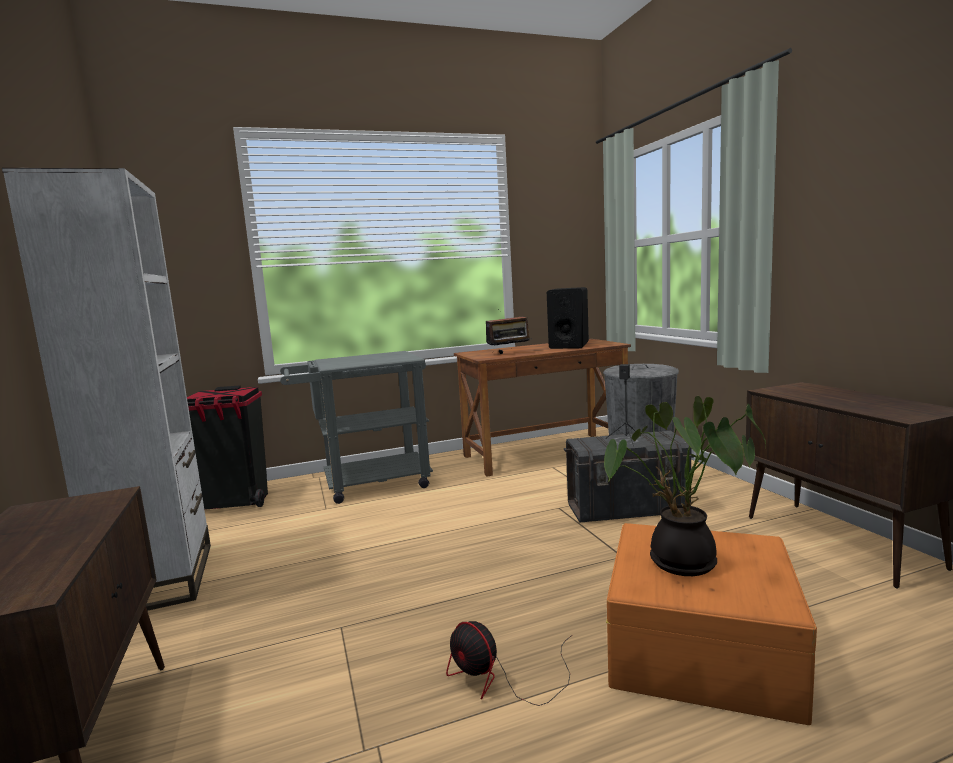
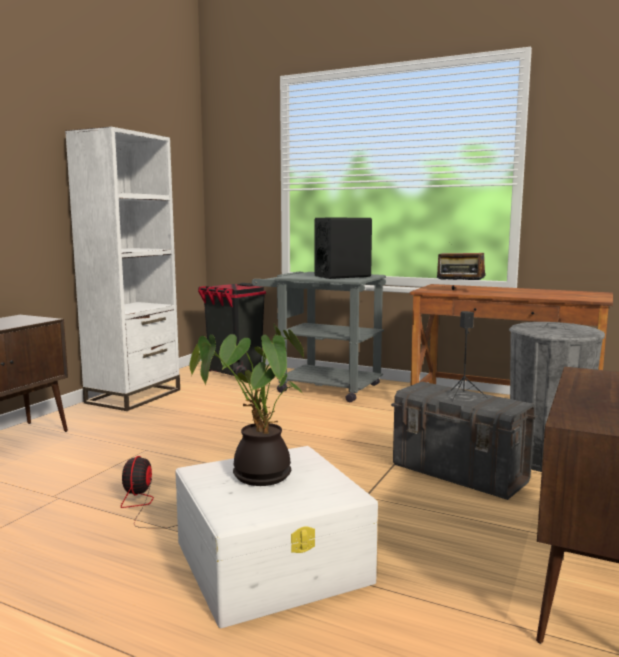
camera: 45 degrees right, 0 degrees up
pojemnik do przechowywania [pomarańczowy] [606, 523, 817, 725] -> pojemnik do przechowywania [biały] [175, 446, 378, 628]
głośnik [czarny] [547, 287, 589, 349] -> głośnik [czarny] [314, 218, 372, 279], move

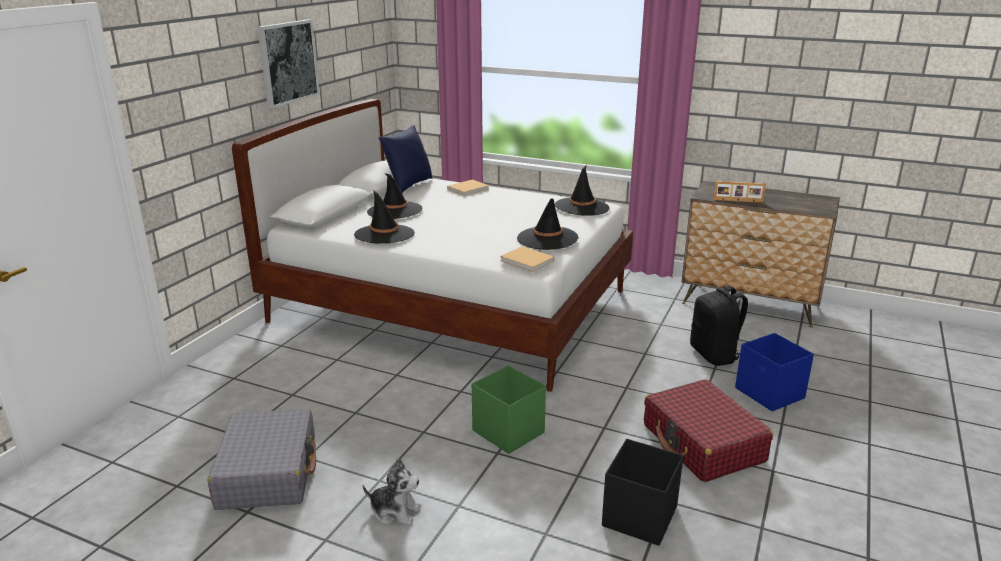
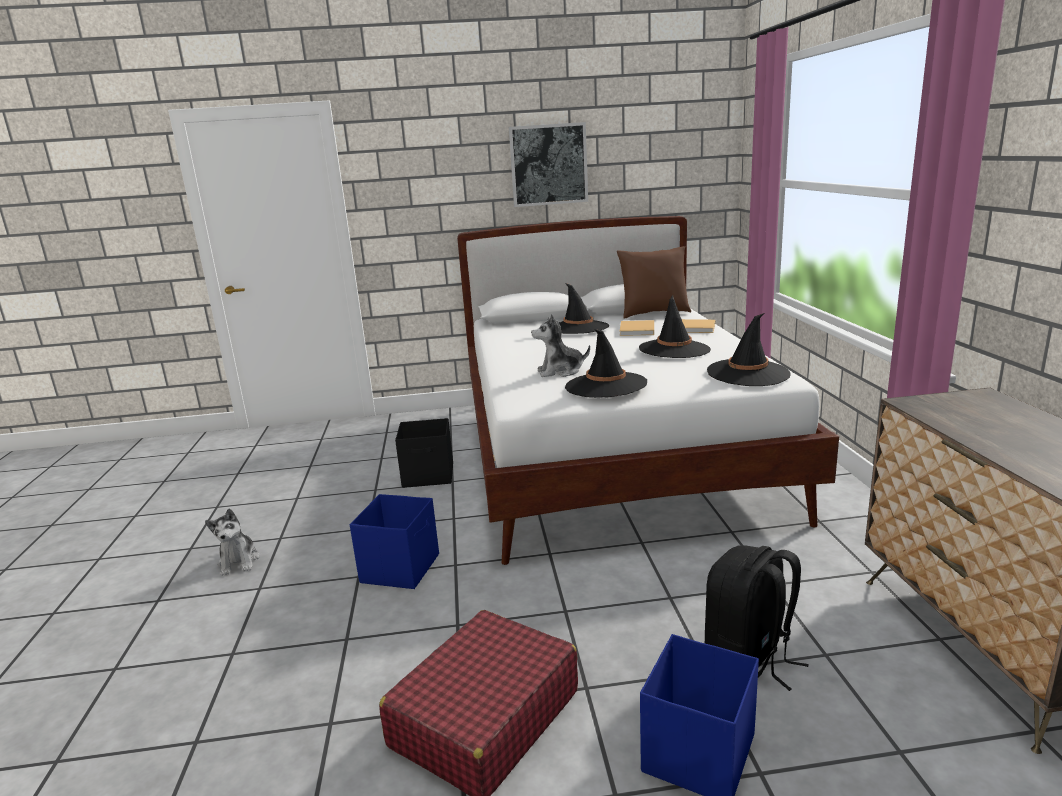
camera: 60 degrees right, 5 degrees down
pojemnik do przechowywania [zielony] [472, 366, 546, 454] -> pojemnik do przechowywania [niebieski] [350, 494, 439, 589]
pojemnik do przechowywania [czarny] [602, 439, 683, 546] -> pojemnik do przechowywania [czarny] [395, 418, 453, 488], move
none -> pluszak [531, 314, 590, 377]
poduszka [niebieski] [379, 125, 433, 193] -> poduszka [brązowy] [617, 246, 691, 319]
książka [beżowy] [500, 246, 555, 272] -> książka [beżowy] [620, 320, 654, 336], move
kapelusz [czarny] [354, 190, 415, 243] -> kapelusz [czarny] [639, 295, 711, 358], move
walizka [szary] [208, 408, 316, 510] -> none
ramka na zdjęcie [714, 181, 766, 203] -> none

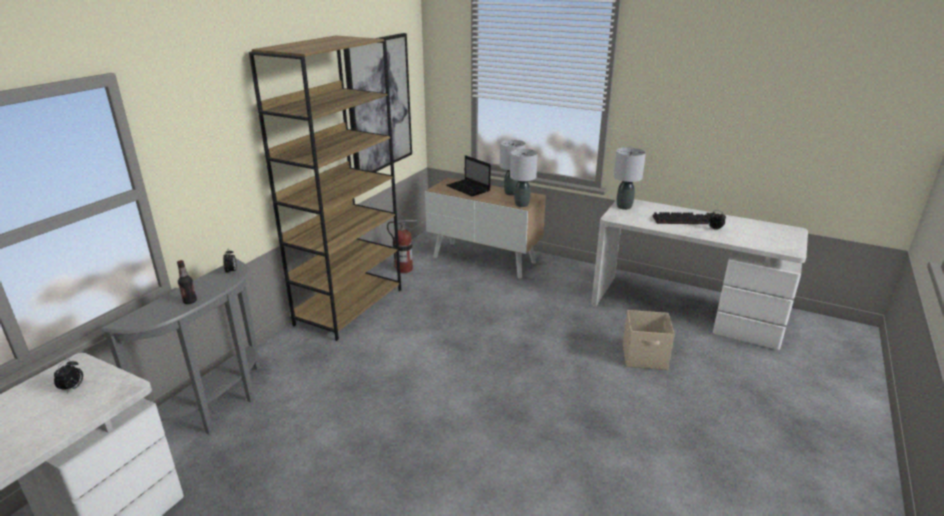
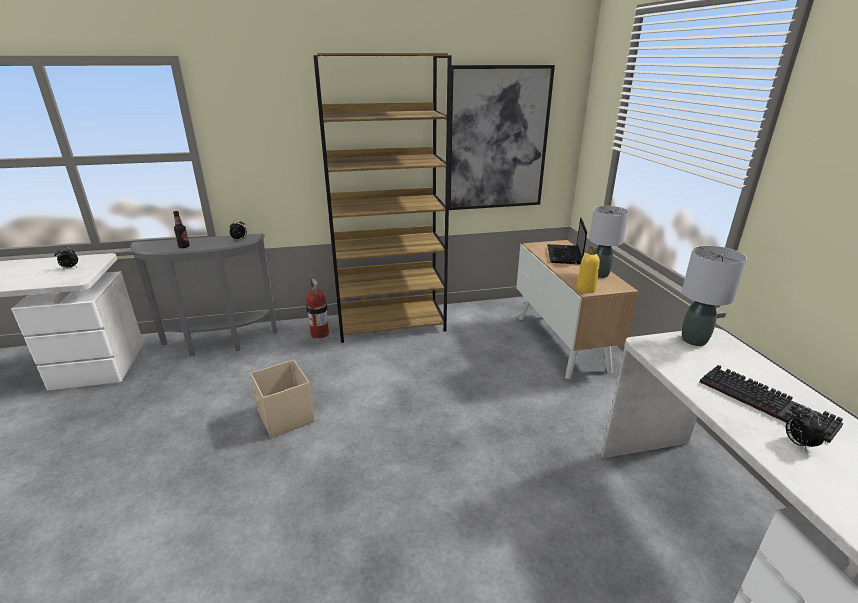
camera: 50 degrees right, 0 degrees up
pojemnik do przechowywania [beżowy] [623, 310, 675, 370] -> pojemnik do przechowywania [beżowy] [250, 360, 315, 438], move
gaśnica [387, 220, 417, 273] -> gaśnica [306, 277, 329, 339], move
lampa stołowa [szary] [510, 149, 538, 207] -> butelka [żółty] [576, 246, 600, 293]

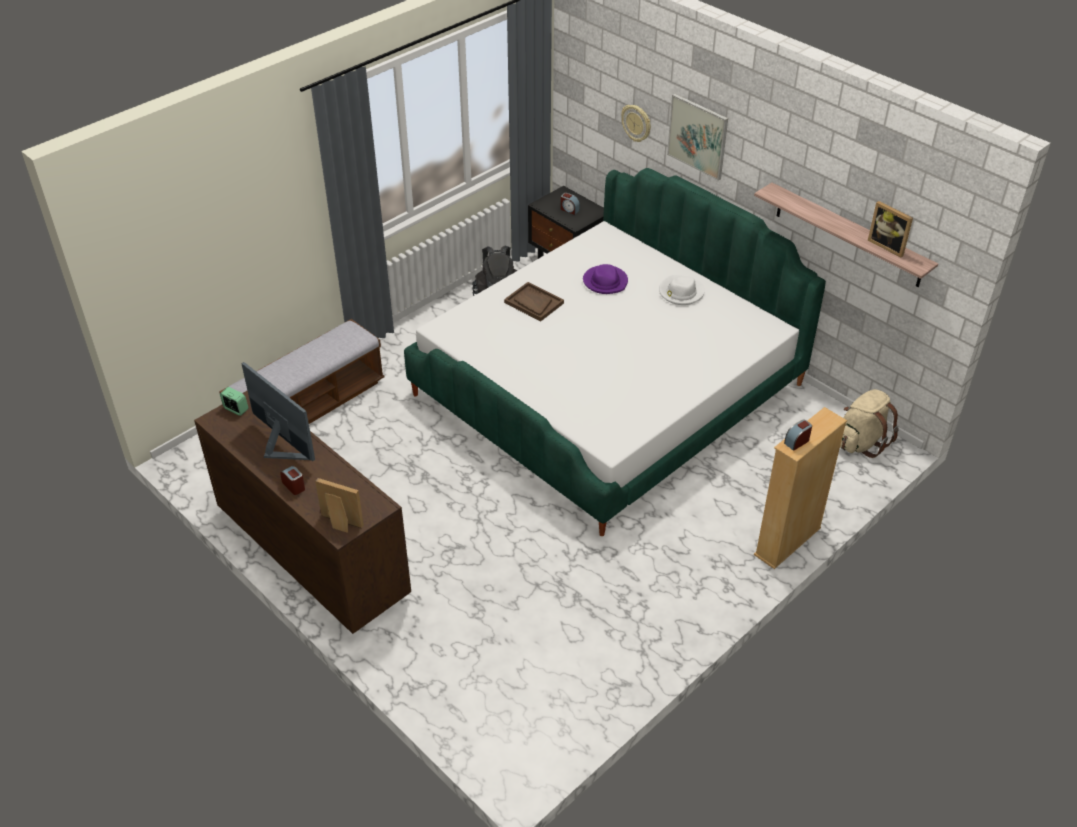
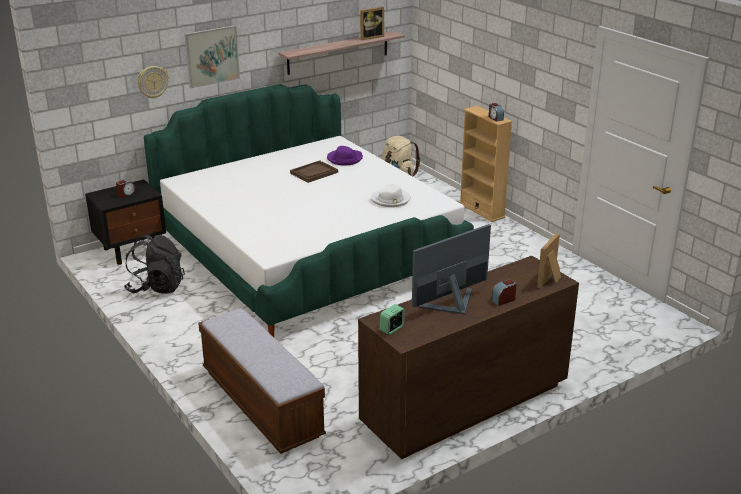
camera: 80 degrees left, 15 degrees down
taca [brązowy] [504, 282, 564, 321] -> taca [brązowy] [290, 160, 338, 183], move
kapelusz [fioletowy] [583, 264, 628, 294] -> kapelusz [fioletowy] [327, 146, 363, 165], move
kapelusz [biały] [659, 275, 705, 305] -> kapelusz [biały] [370, 184, 411, 207], move

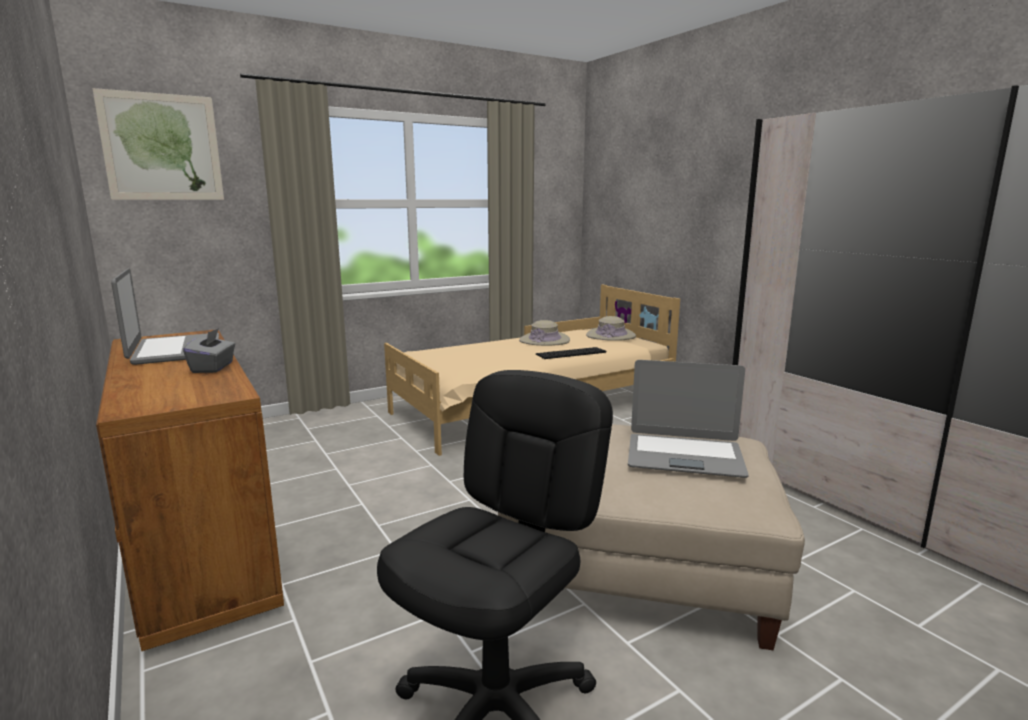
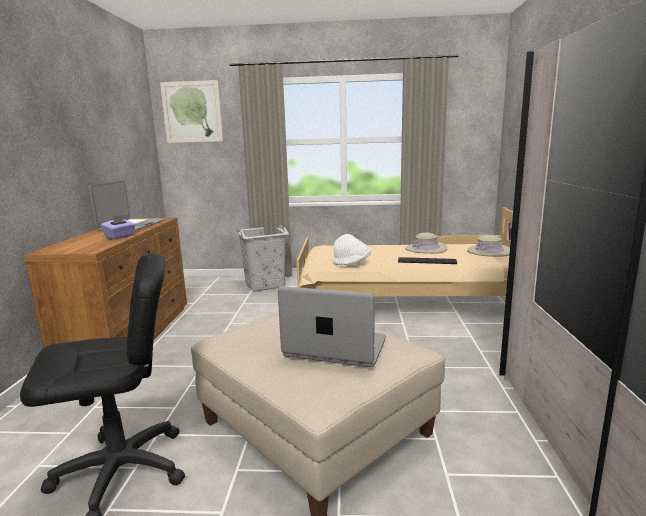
camera: 35 degrees right, 0 degrees up
pudełko chusteczek [szary] [183, 328, 235, 373] -> pudełko chusteczek [fioletowy] [101, 215, 136, 239]
none -> kosz na pranie [szary] [235, 225, 289, 291]
laptop [628, 360, 749, 478] -> laptop [278, 286, 386, 367], 150 degrees clockwise
none -> kapelusz [biały] [332, 234, 371, 265]

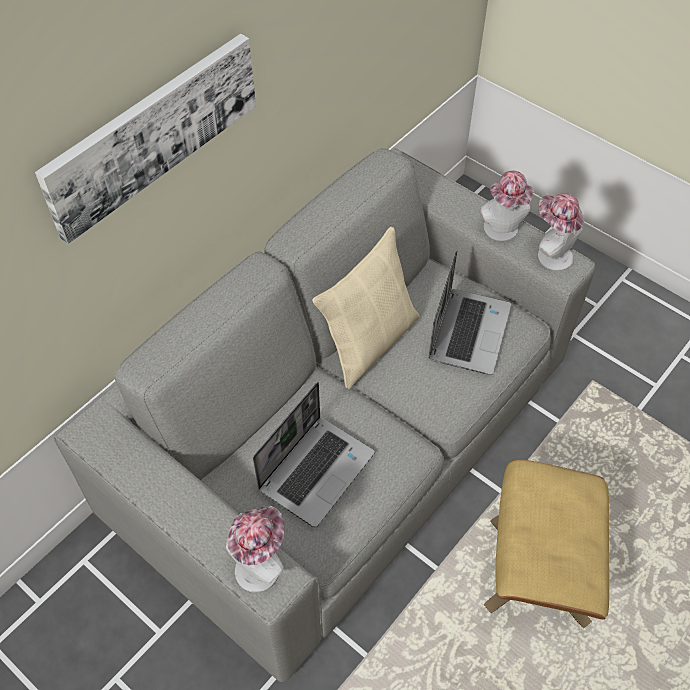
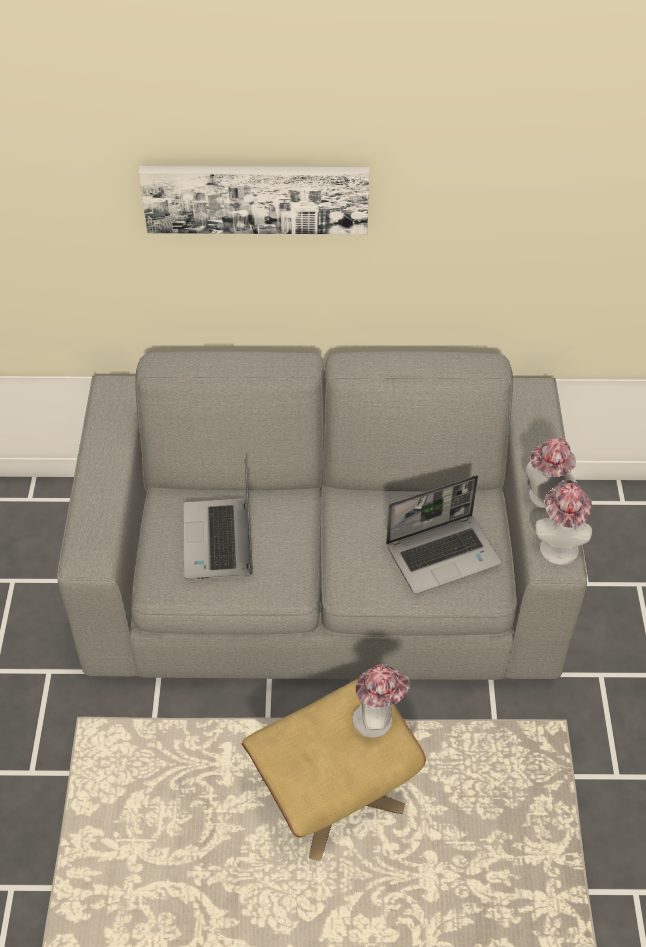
camera: 50 degrees right, 5 degrees down
laptop [253, 382, 375, 527] -> laptop [183, 459, 253, 579], 90 degrees clockwise
kapelusz [226, 506, 284, 592] -> kapelusz [353, 664, 410, 738], move
poduszka [beżowy] [312, 227, 420, 389] -> none

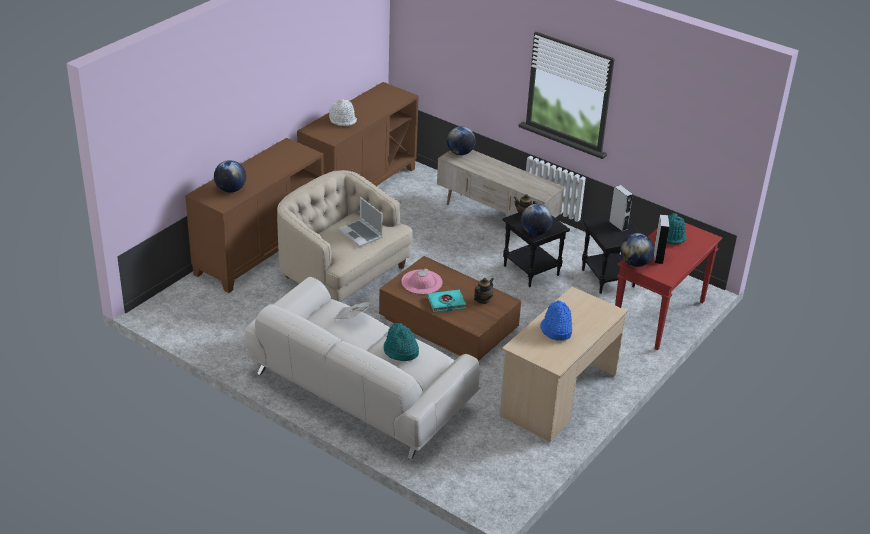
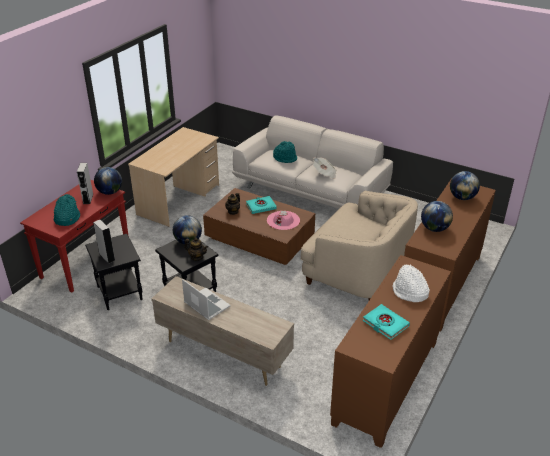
camera: 175 degrees right, 0 degrees up
laptop [338, 197, 383, 247] -> laptop [182, 279, 230, 320], move
none -> książka [turkusowy] [363, 304, 410, 340]
globus [447, 126, 475, 155] -> globus [421, 201, 453, 232], move
kapelusz [niebieski] [540, 300, 572, 341] -> none

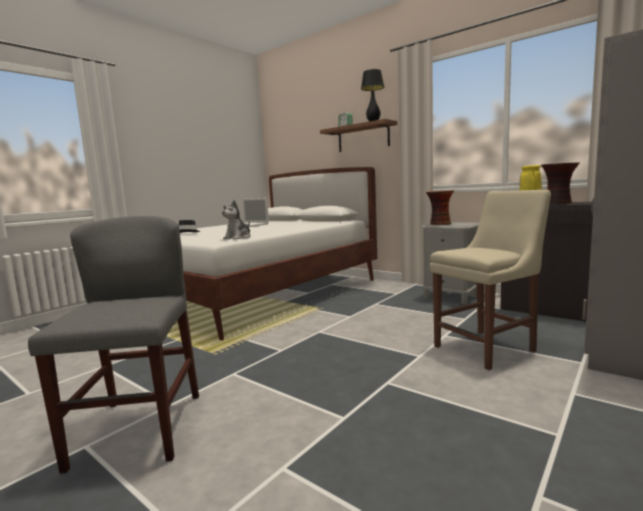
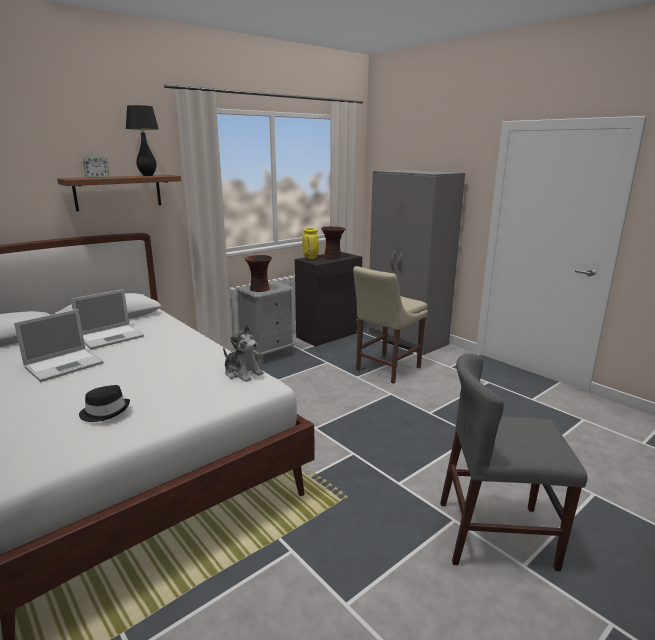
camera: 80 degrees left, 10 degrees up
none -> laptop [71, 289, 144, 350]
krzesło [beżowy] [430, 190, 551, 370] -> krzesło [beżowy] [353, 266, 428, 384], 120 degrees counterclockwise

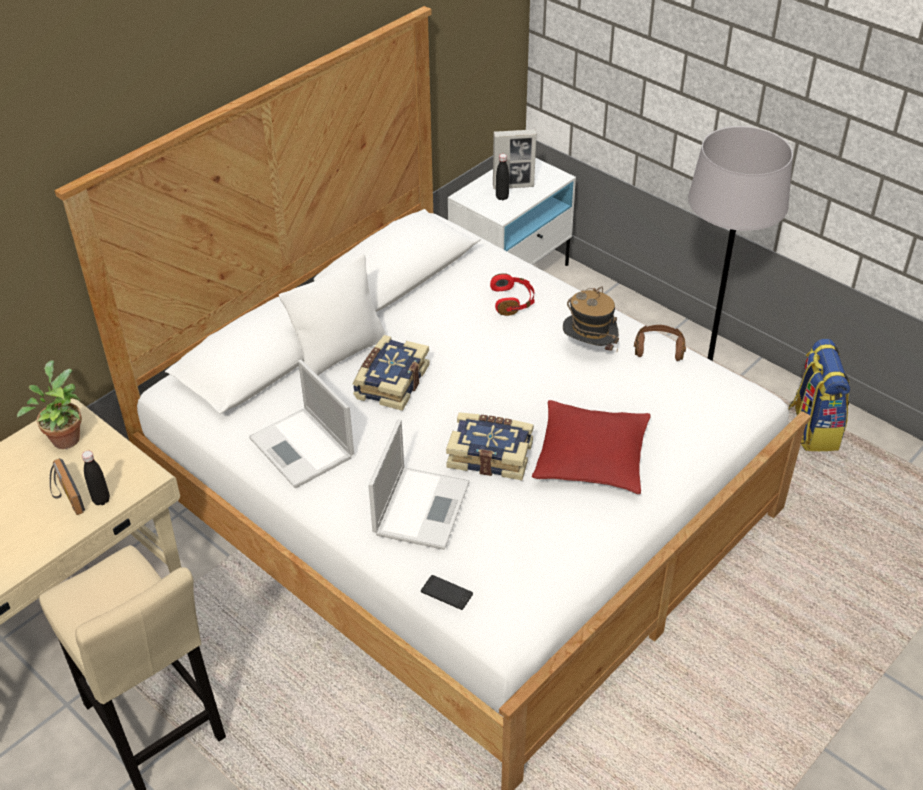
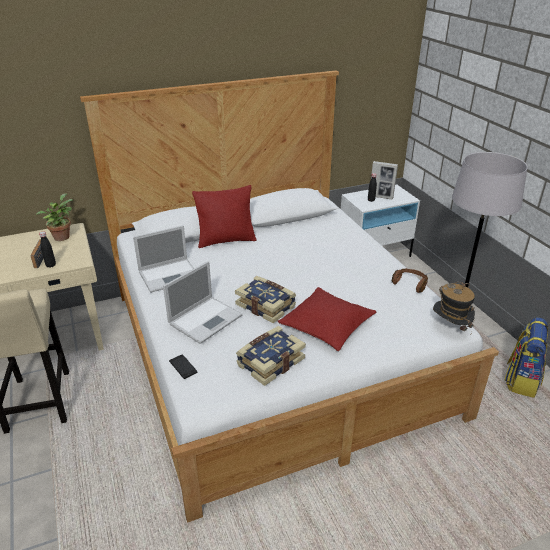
camera: 25 degrees right, 10 degrees down
laptop [249, 360, 354, 488] -> laptop [133, 225, 194, 293], 105 degrees counterclockwise
poduszka [biały] [279, 253, 387, 375] -> poduszka [czerwony] [192, 185, 257, 248]
książka [353, 335, 430, 411] -> książka [236, 326, 306, 386], move
kapelusz [563, 287, 619, 351] -> kapelusz [433, 282, 475, 336], move
słuchawki [czerwony] [490, 273, 534, 316] -> none

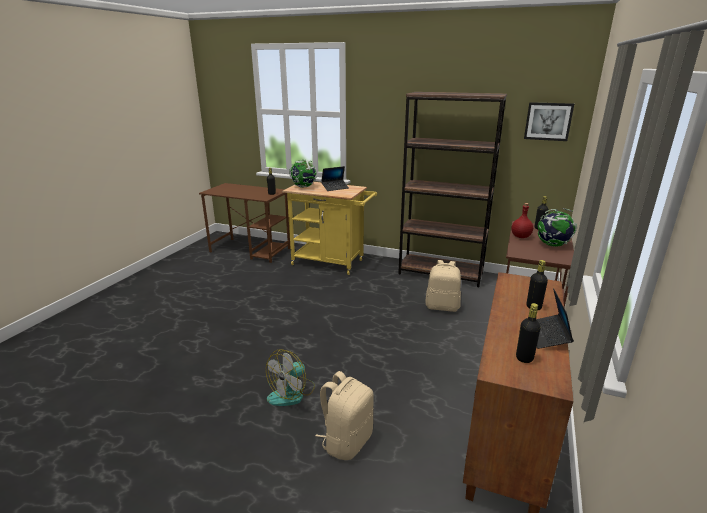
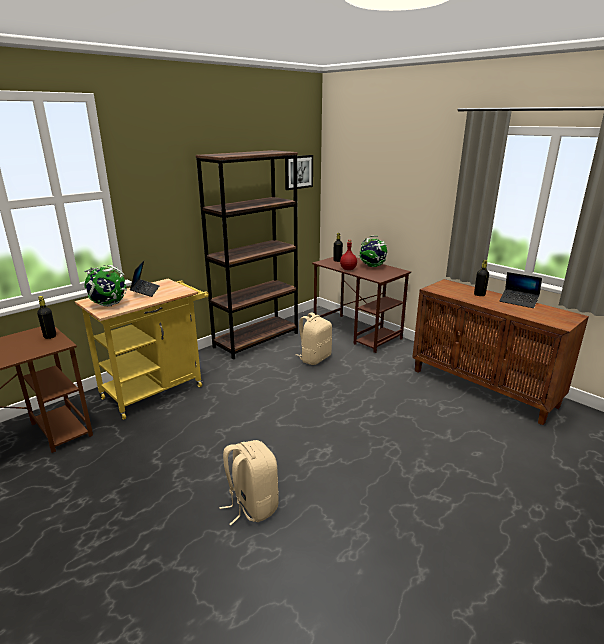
camera: 65 degrees left, 0 degrees up
plecak [beżowy] [315, 371, 374, 460] -> plecak [beżowy] [219, 440, 279, 525], move
wentylator [266, 349, 315, 406] -> none
butelka [czarny] [516, 303, 541, 363] -> none

